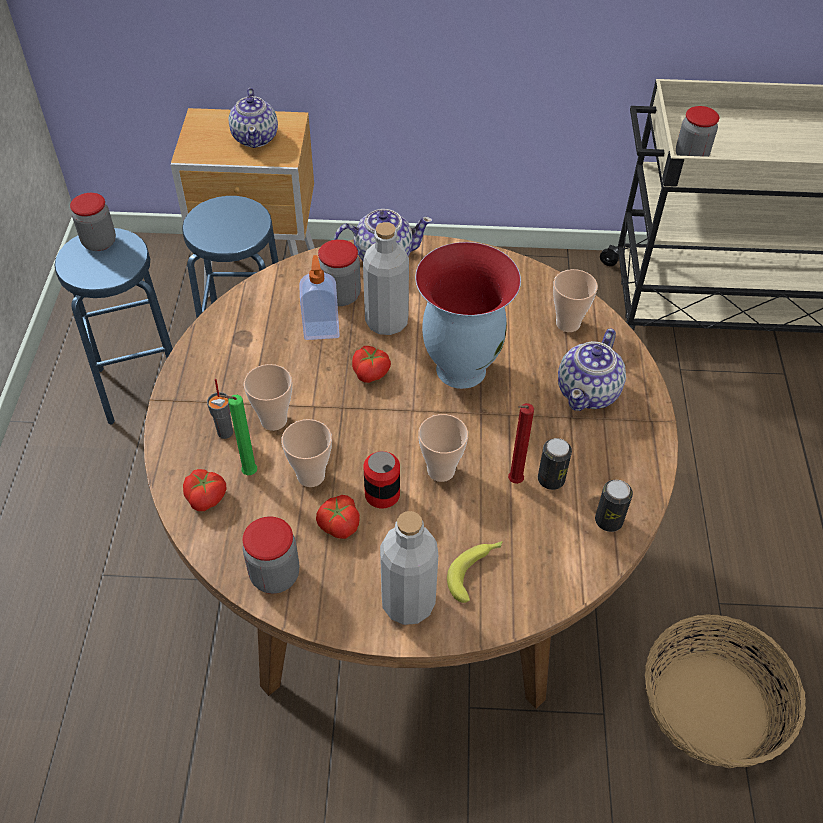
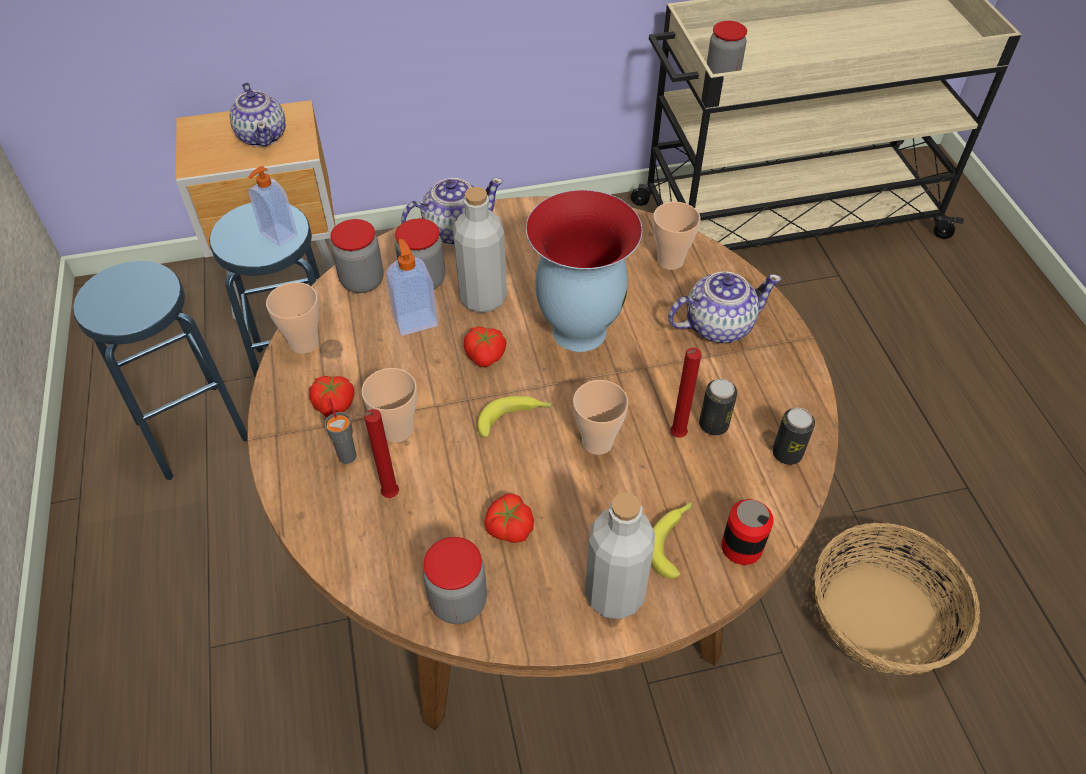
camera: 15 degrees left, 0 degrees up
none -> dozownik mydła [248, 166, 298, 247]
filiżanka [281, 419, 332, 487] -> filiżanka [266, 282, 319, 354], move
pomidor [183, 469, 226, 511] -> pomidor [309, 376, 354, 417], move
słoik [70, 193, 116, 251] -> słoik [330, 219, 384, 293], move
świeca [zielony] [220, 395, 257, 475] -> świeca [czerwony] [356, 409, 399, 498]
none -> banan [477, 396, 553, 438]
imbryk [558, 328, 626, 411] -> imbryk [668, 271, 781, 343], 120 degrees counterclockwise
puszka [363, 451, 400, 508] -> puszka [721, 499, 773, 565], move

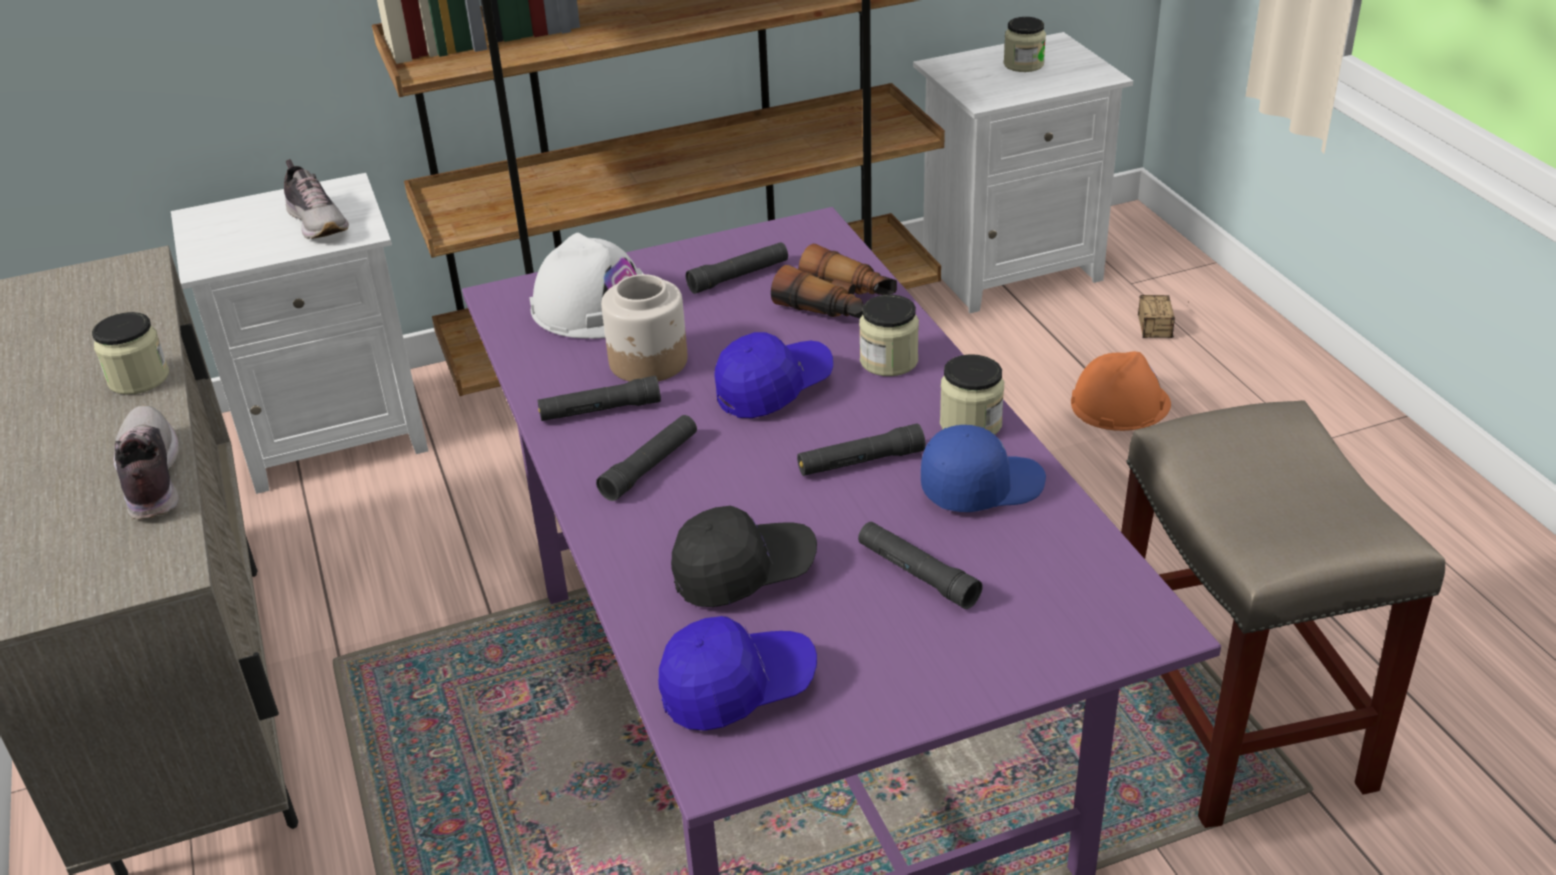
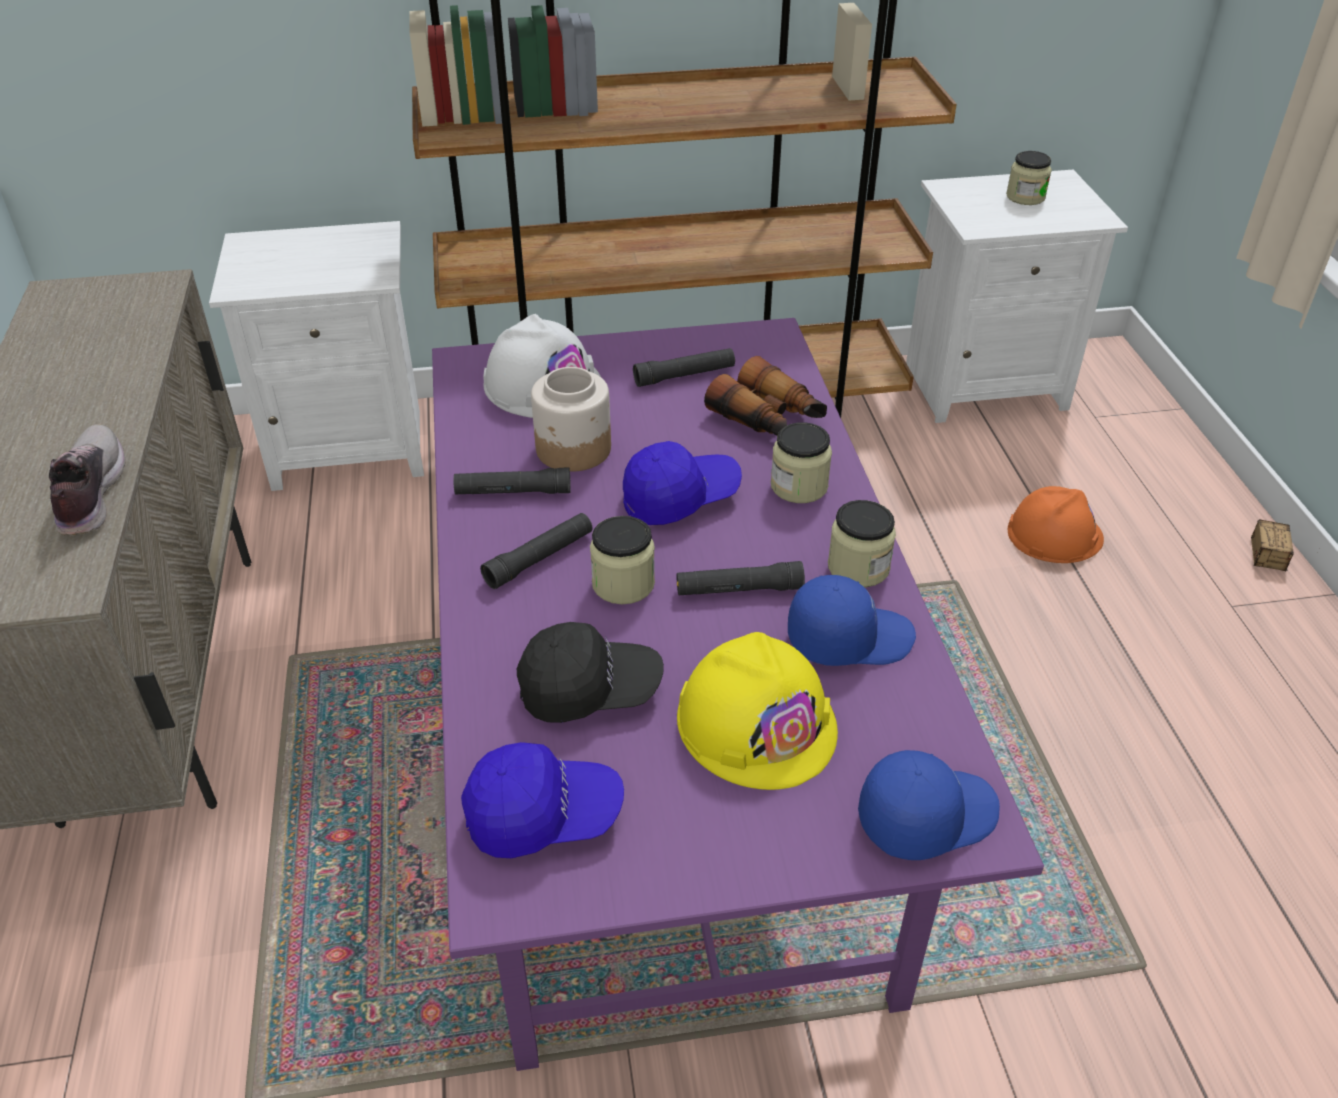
camera: 10 degrees right, 5 degrees up
słoik [92, 312, 169, 395] -> słoik [590, 516, 655, 604], move
latarka [czarny] [858, 522, 983, 609] -> kask [żółty] [677, 632, 838, 790]
none -> czapka z daszkiem [niebieski] [858, 750, 1000, 860]
pojemnik do przechowywania [1138, 295, 1189, 338] -> pojemnik do przechowywania [1251, 520, 1320, 571], move
but [284, 159, 349, 239] -> none
stołek [beżowy] [1121, 400, 1445, 828] -> none

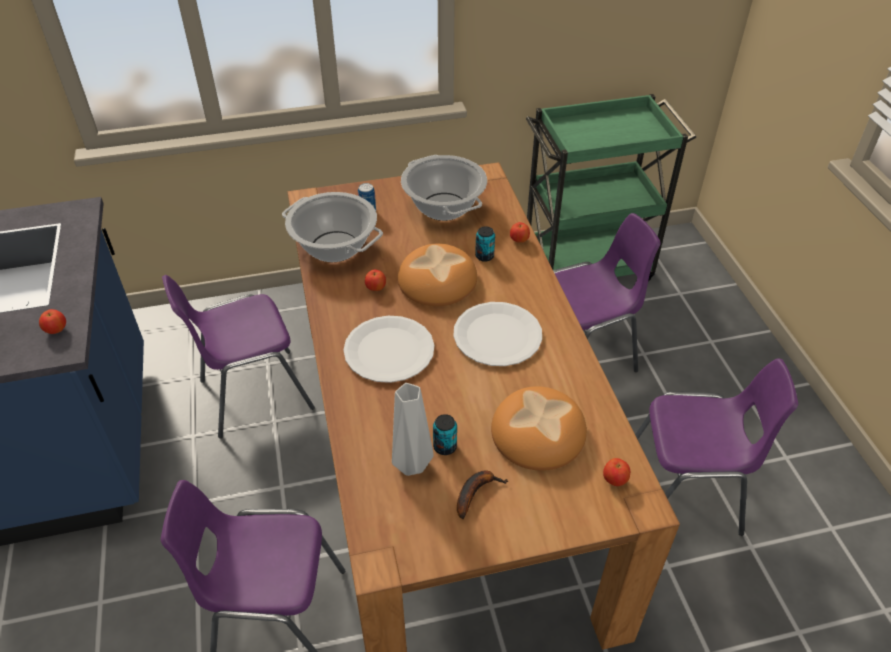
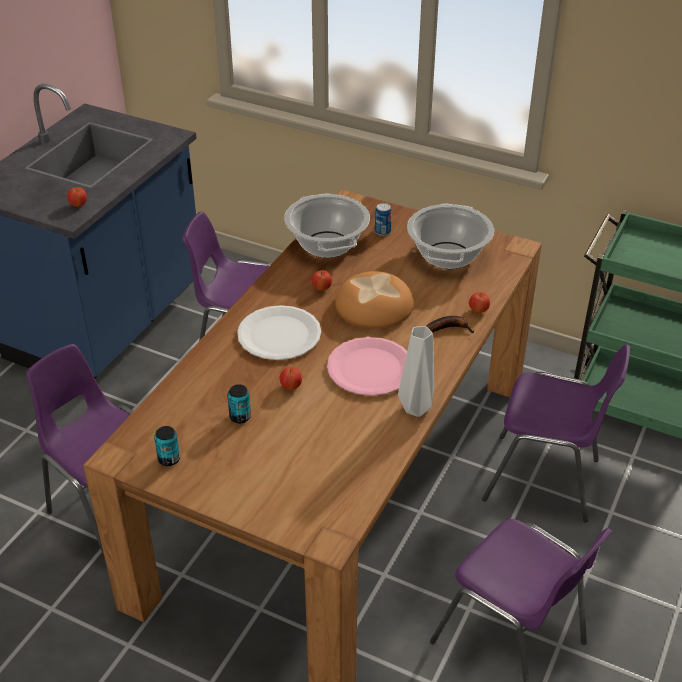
camera: 40 degrees right, 5 degrees down
puszka [475, 226, 495, 262] -> puszka [154, 426, 180, 466], move
jabłko [603, 458, 630, 486] -> jabłko [280, 367, 302, 390], move
talerz [biały] [454, 302, 542, 366] -> talerz [różowy] [327, 337, 407, 396]
wazon [szary] [392, 383, 434, 476] -> wazon [szary] [398, 326, 434, 417], move
banan [457, 470, 508, 519] -> banan [427, 316, 474, 333], move
chleb [491, 386, 587, 471] -> none

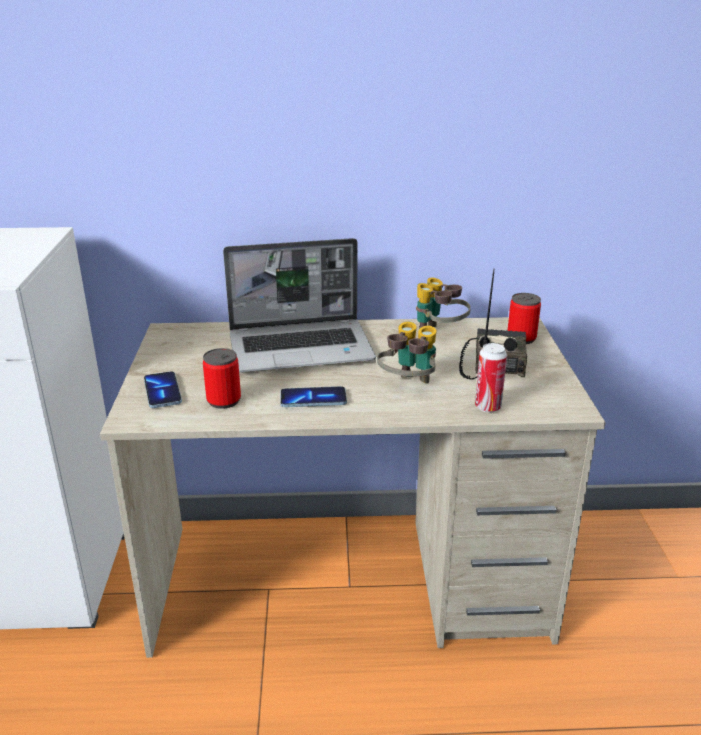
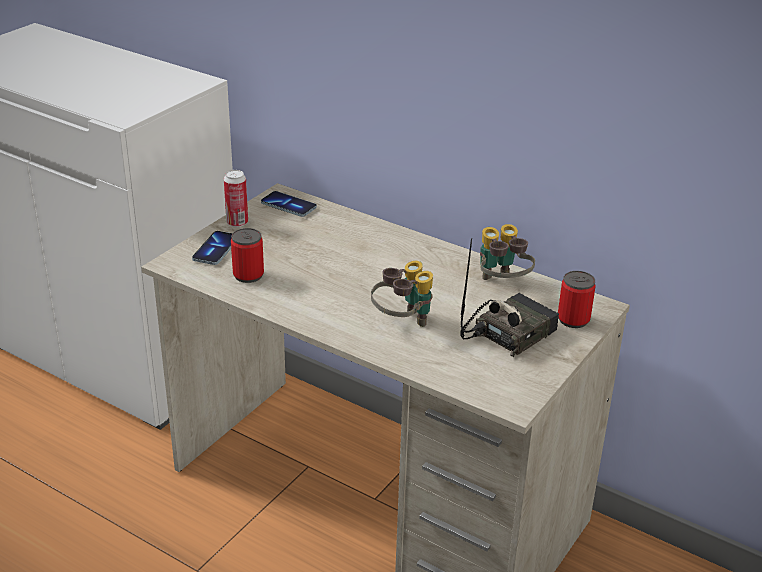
camera: 35 degrees right, 5 degrees up
puszka [475, 343, 507, 413] -> puszka [224, 170, 248, 227], move
telefon [280, 386, 347, 407] -> telefon [261, 191, 317, 217], move
laptop [223, 238, 376, 372] -> none

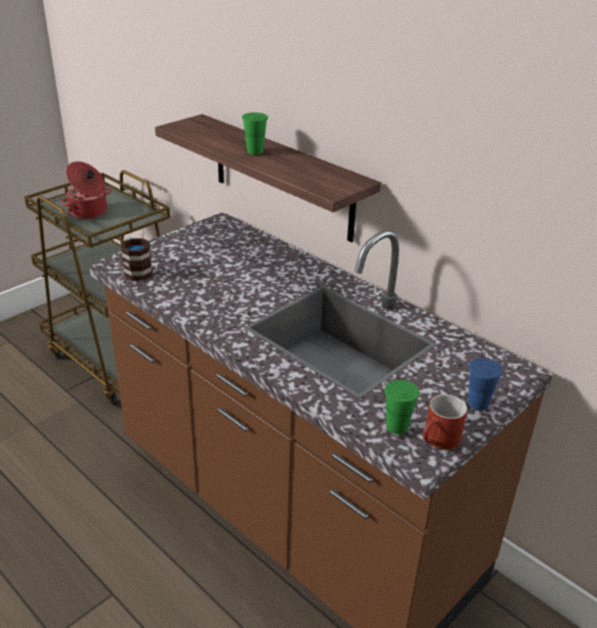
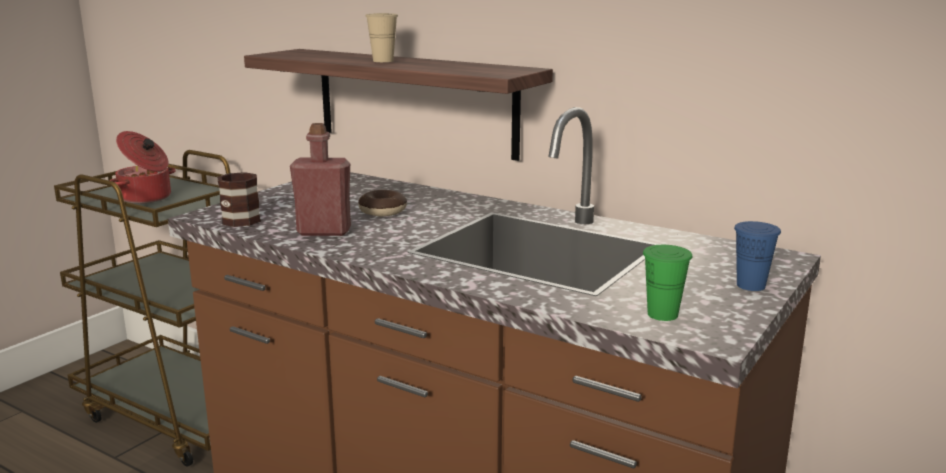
camera: 10 degrees left, 15 degrees down
none -> butelka [czerwony] [290, 123, 351, 236]
none -> donut [358, 190, 407, 217]
filiżanka [zielony] [242, 112, 268, 155] -> filiżanka [beżowy] [365, 13, 398, 62]
kubek [czerwony] [423, 394, 467, 450] -> none

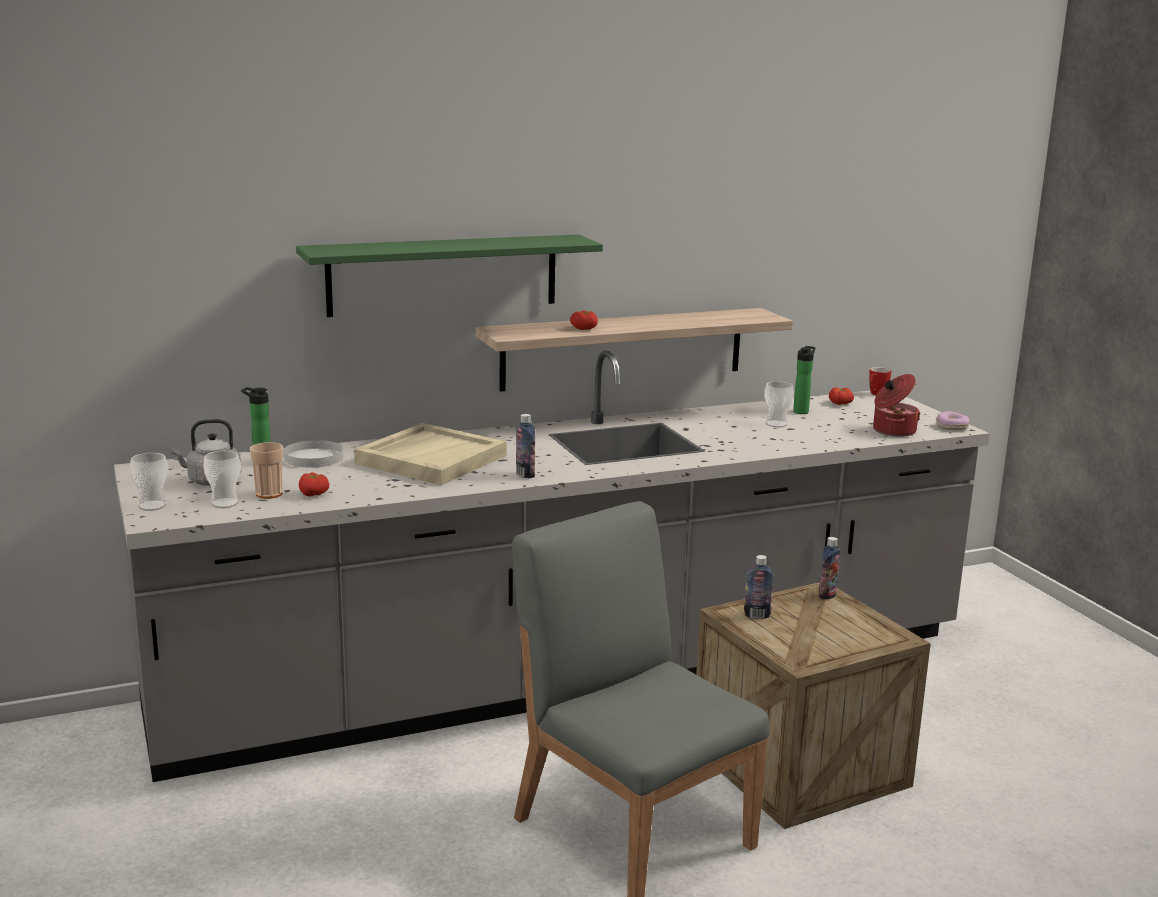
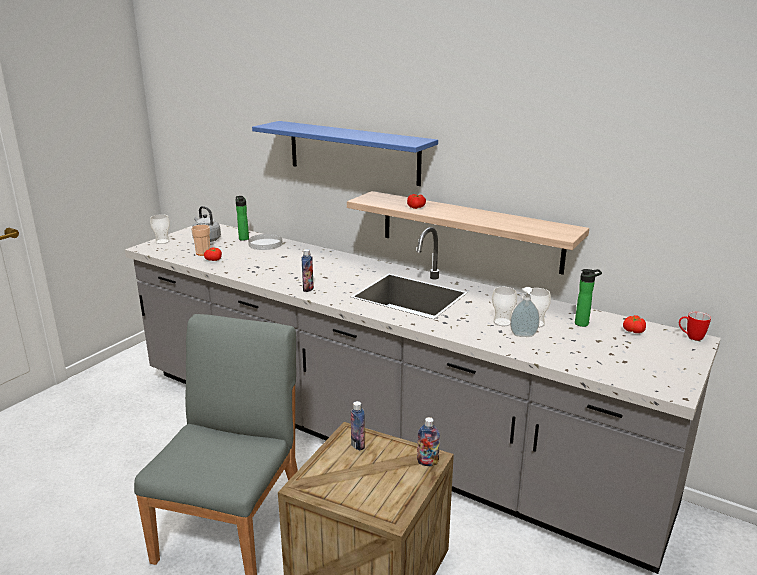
camera: 55 degrees right, 5 degrees up
półka [zielony] [296, 235, 603, 317] -> półka [niebieski] [252, 121, 438, 186]
filiżanka [203, 451, 241, 508] -> filiżanka [492, 287, 517, 326], move
none -> dozownik mydła [510, 287, 540, 337]
taca [beżowy] [354, 423, 506, 485] -> none
garnek [873, 374, 920, 437] -> none
donut [936, 411, 970, 430] -> none

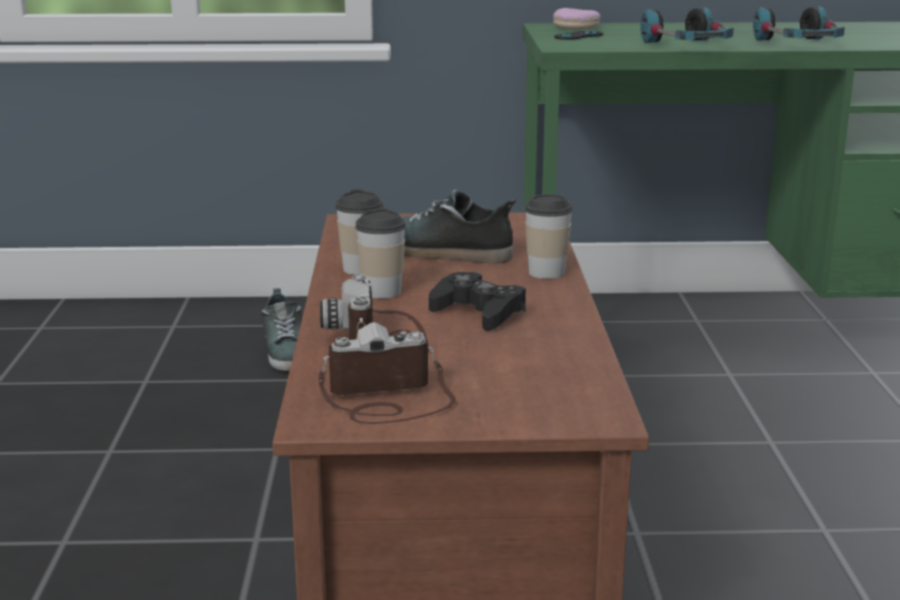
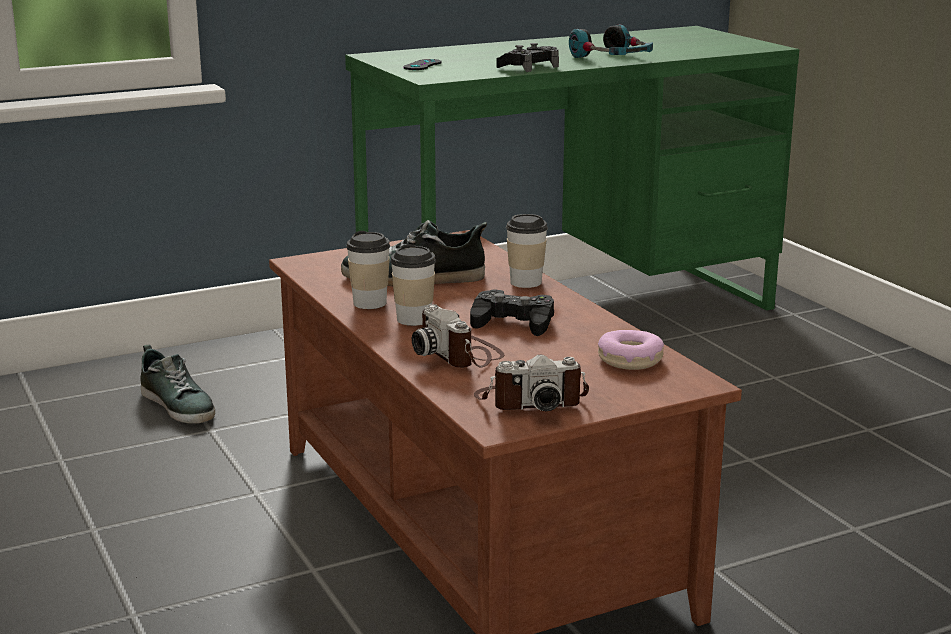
camera: 25 degrees left, 0 degrees up
aparat fotograficzny [318, 322, 456, 424] -> aparat fotograficzny [474, 355, 589, 411], 150 degrees counterclockwise
słuchawki [640, 7, 734, 43] -> pad do gier [czarny] [497, 43, 559, 72]
donut [553, 8, 600, 30] -> donut [598, 330, 664, 370], move

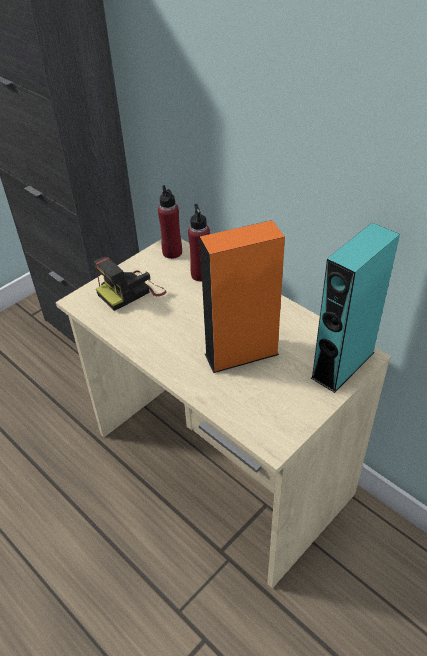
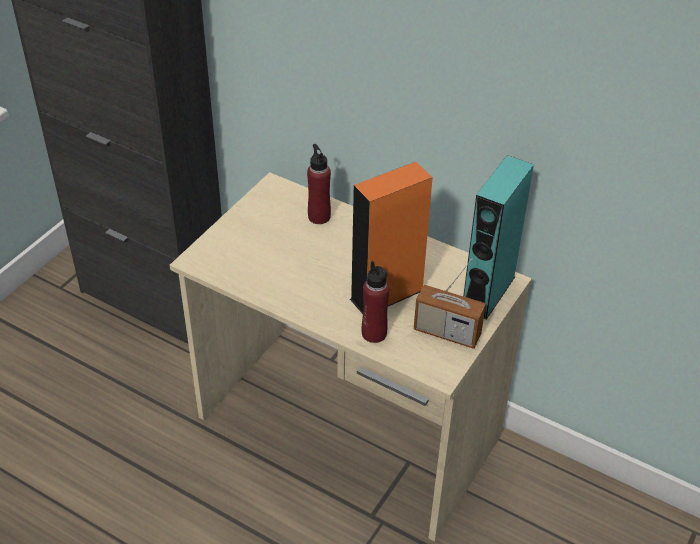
camera: 15 degrees left, 0 degrees up
butelka [czerwony] [158, 185, 182, 259] -> butelka [czerwony] [362, 261, 390, 343], move
none -> radio [414, 258, 486, 349]
aparat fotograficzny [94, 257, 166, 311] -> none

